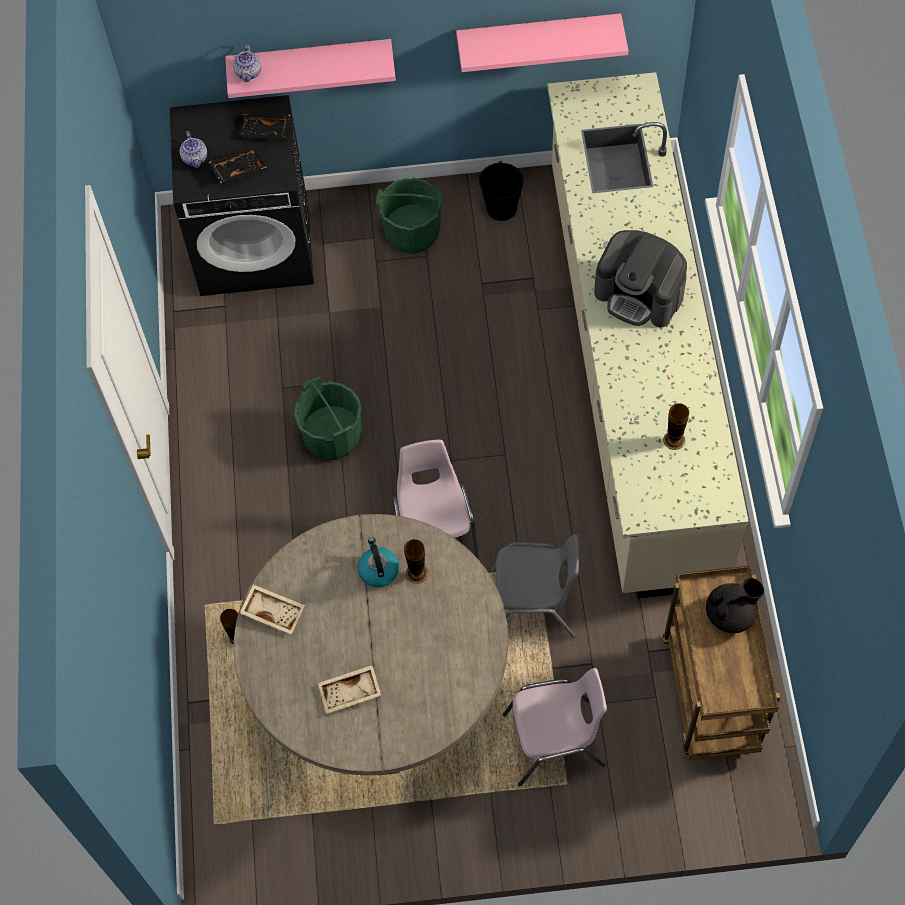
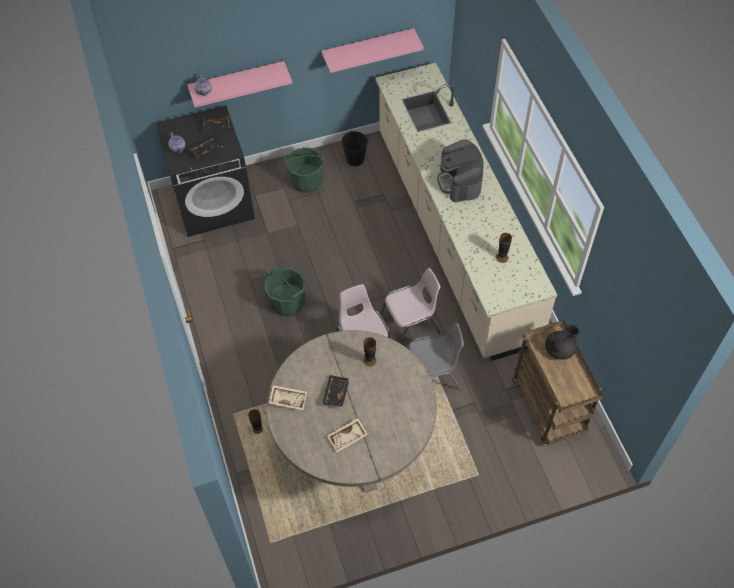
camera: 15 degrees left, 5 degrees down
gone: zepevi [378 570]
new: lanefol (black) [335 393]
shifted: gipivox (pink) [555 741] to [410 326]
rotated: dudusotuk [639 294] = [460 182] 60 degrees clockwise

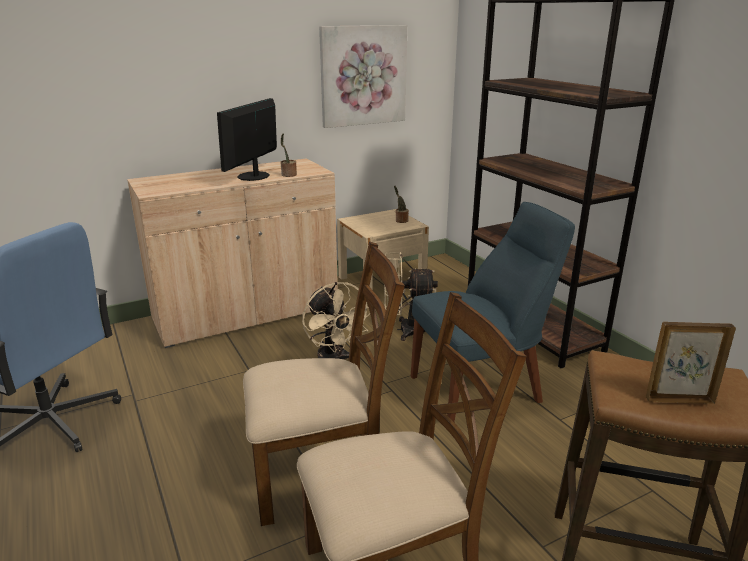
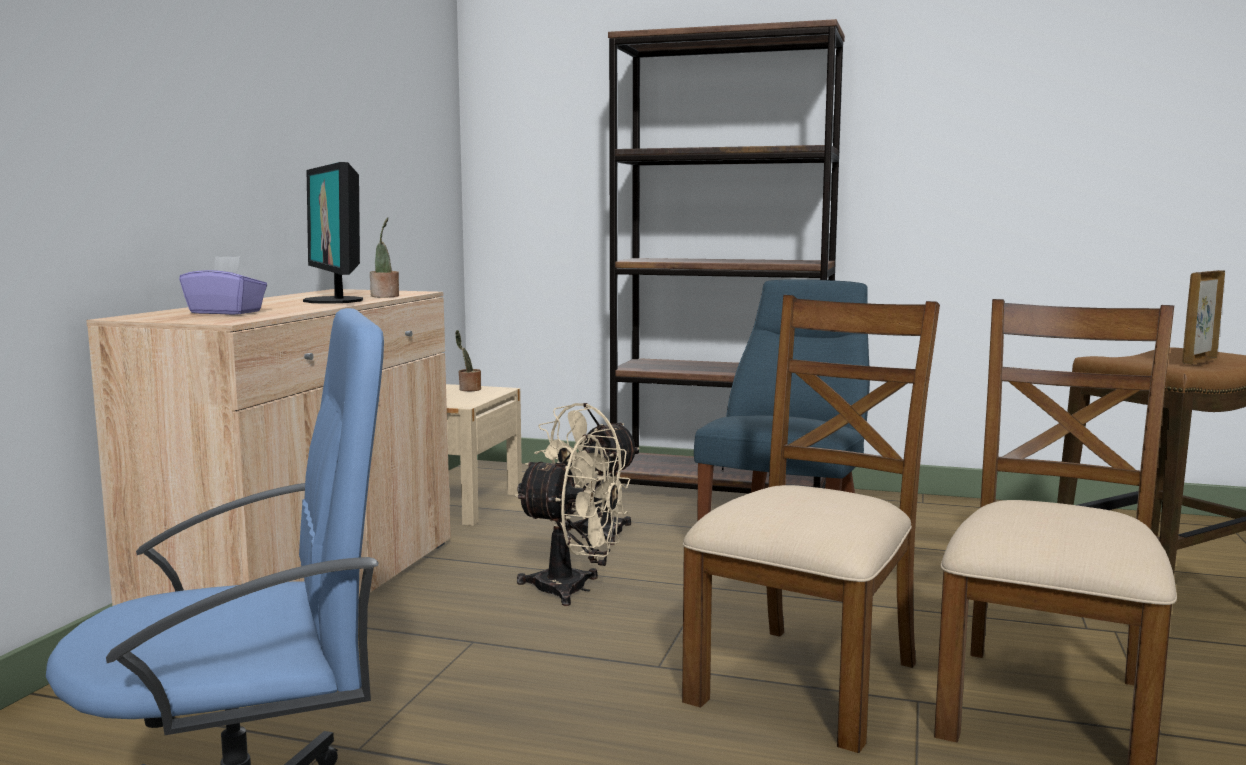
camera: 45 degrees left, 15 degrees down
gone: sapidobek [363 76]
new: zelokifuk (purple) [226 312]

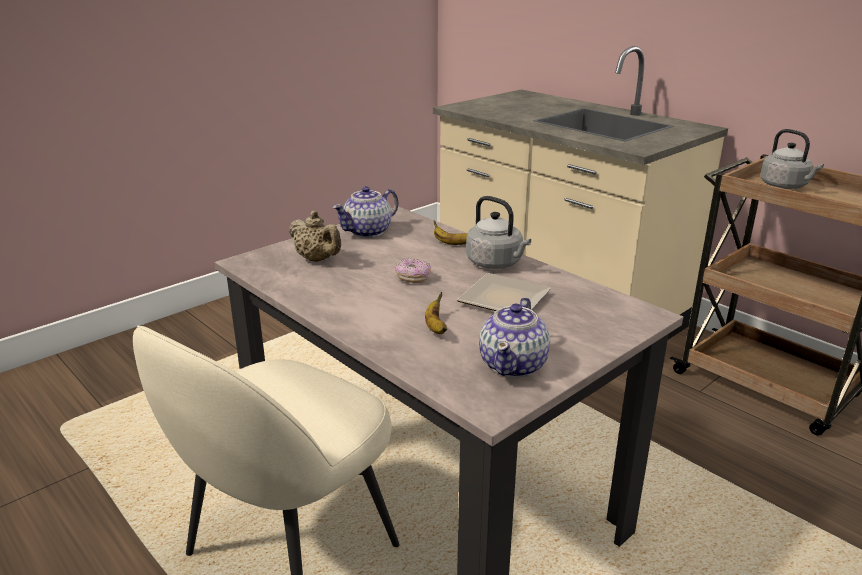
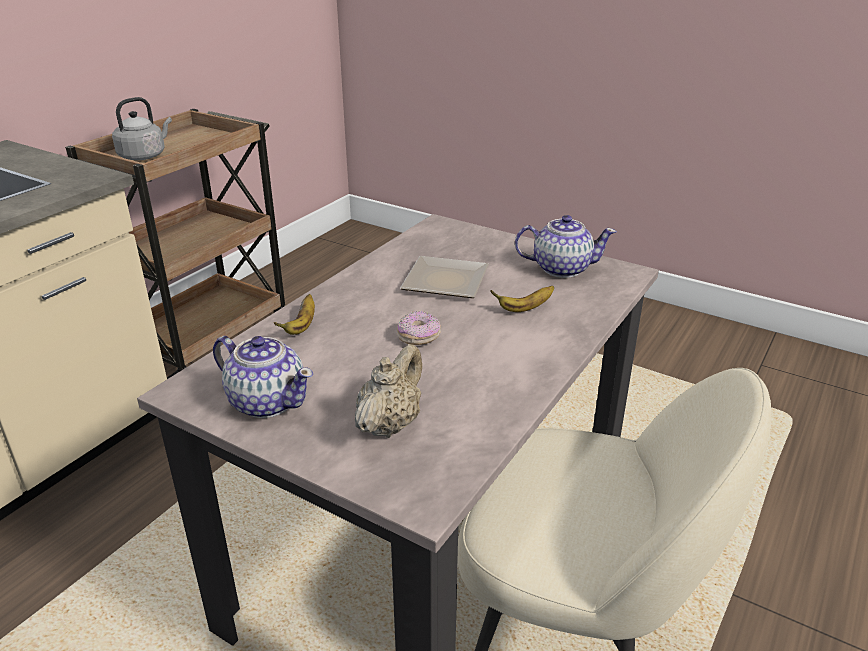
camera: 105 degrees left, 5 degrees up
gone: zepevi (grey) [496 263]

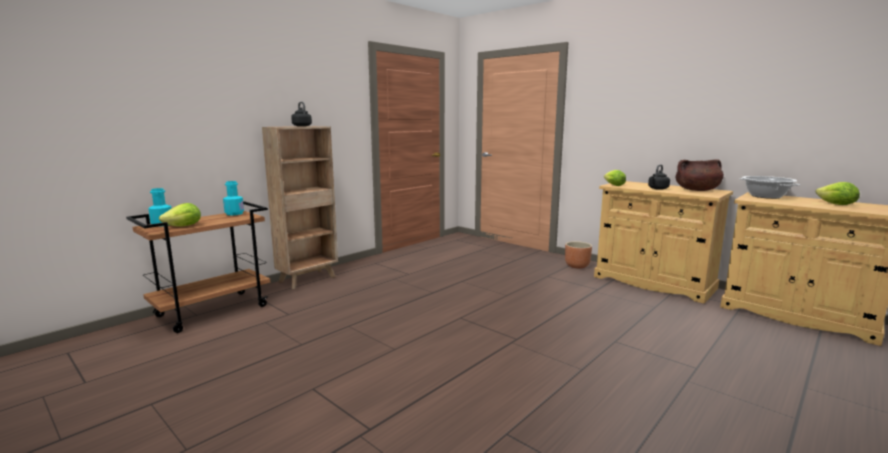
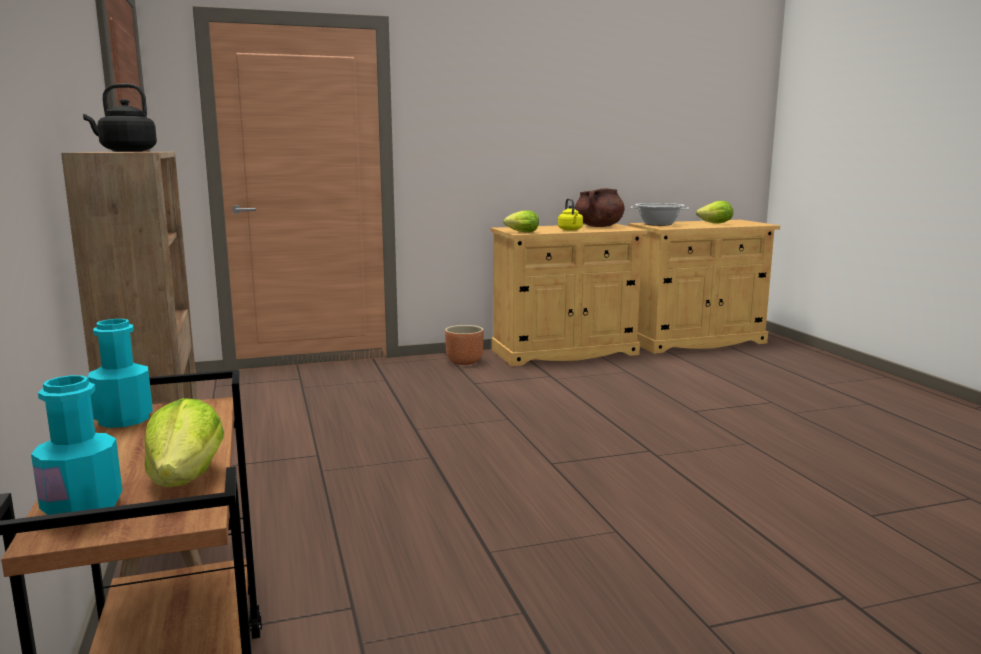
camera: 60 degrees left, 0 degrees up
repainted: zepevi (black) [657 189] to zepevi (yellow) [570 230]

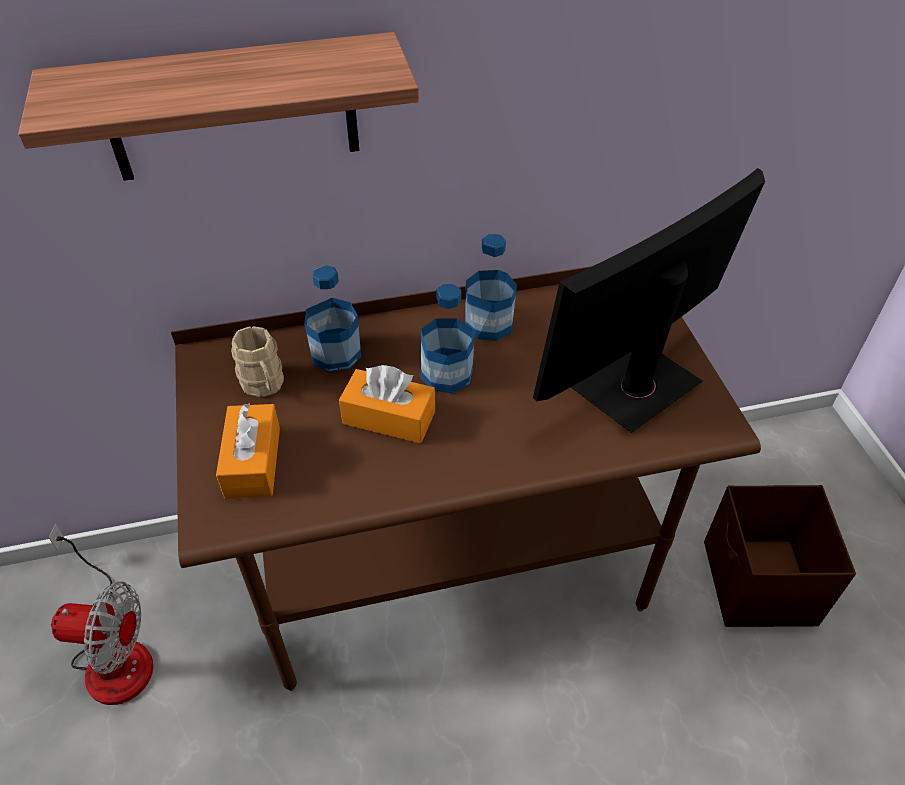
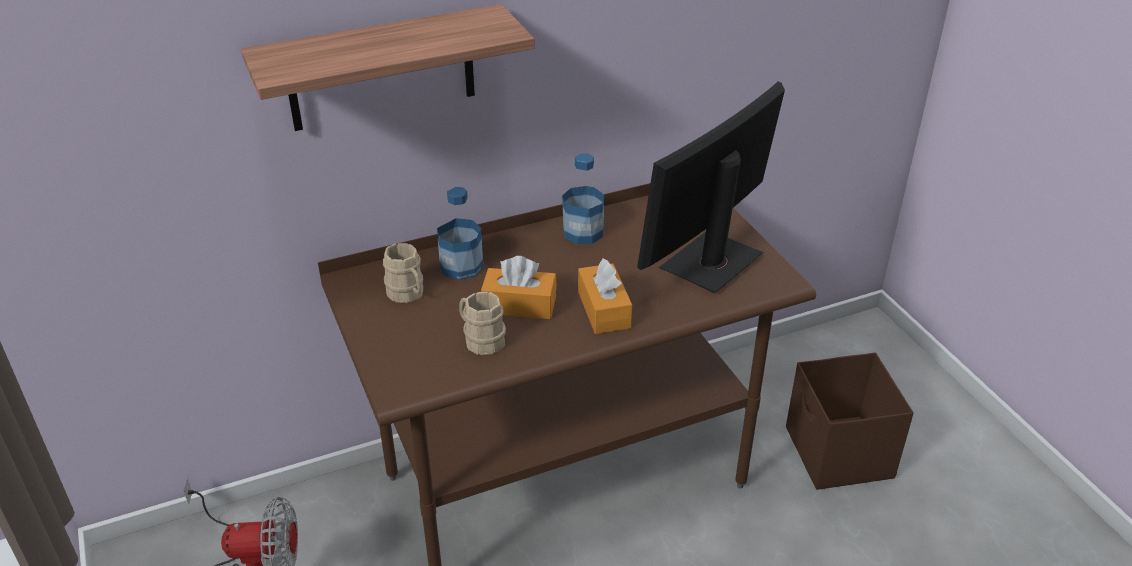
camera: 10 degrees left, 10 degrees down
gone: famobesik [446 374]
new: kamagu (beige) [480 340]
shifted: zelokifuk (orange) [253 462] to [604 309]

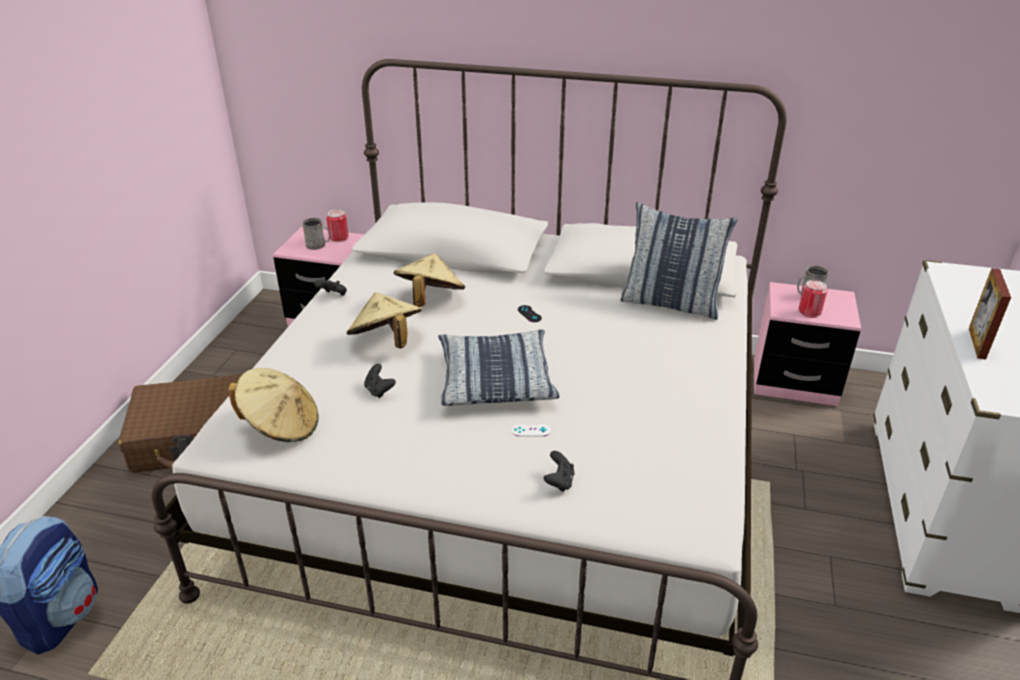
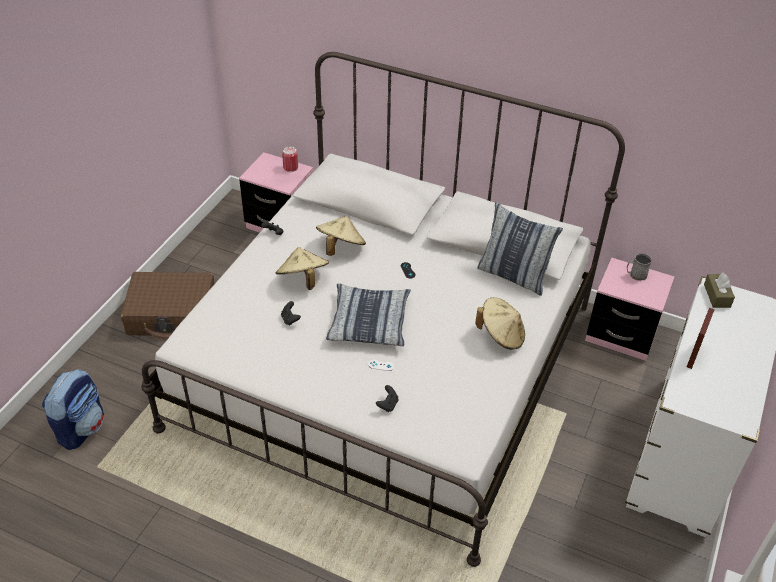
camera: 10 degrees right, 10 degrees up
gone: kamagu (grey) [318 245]; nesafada [809 312]
new: zelokifuk (brown) [717 296]
shifted: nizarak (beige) [281 426] to [501 335]

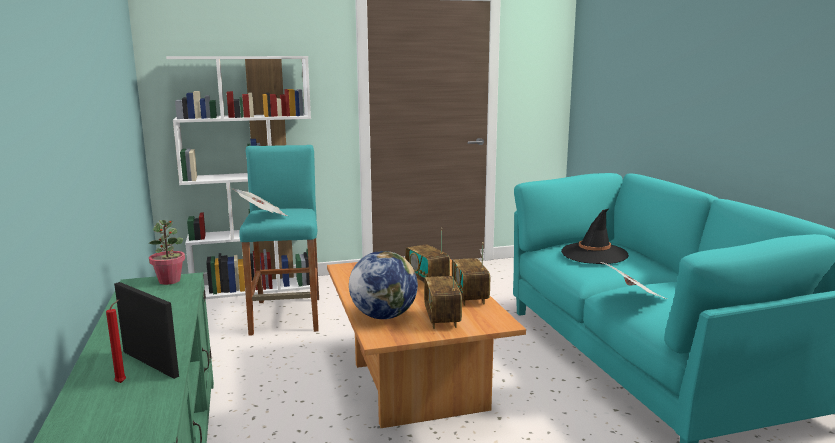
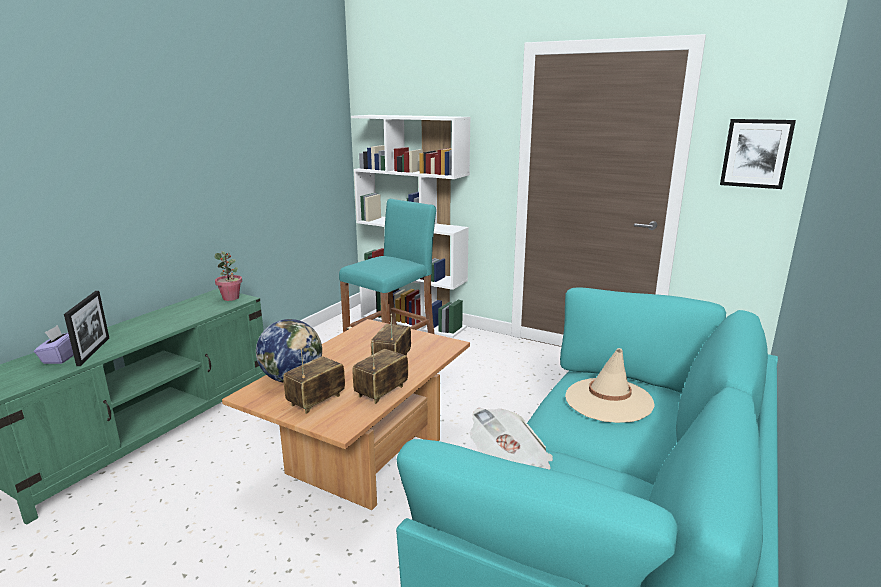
camera: 45 degrees right, 5 degrees up
gone: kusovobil [262 216]
new: sapidobek [756 153]
swapped: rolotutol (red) [122 382] to zelokifuk (purple) [62 357]
repainted: nizarak (black) [594 254] to nizarak (beige) [608 400]

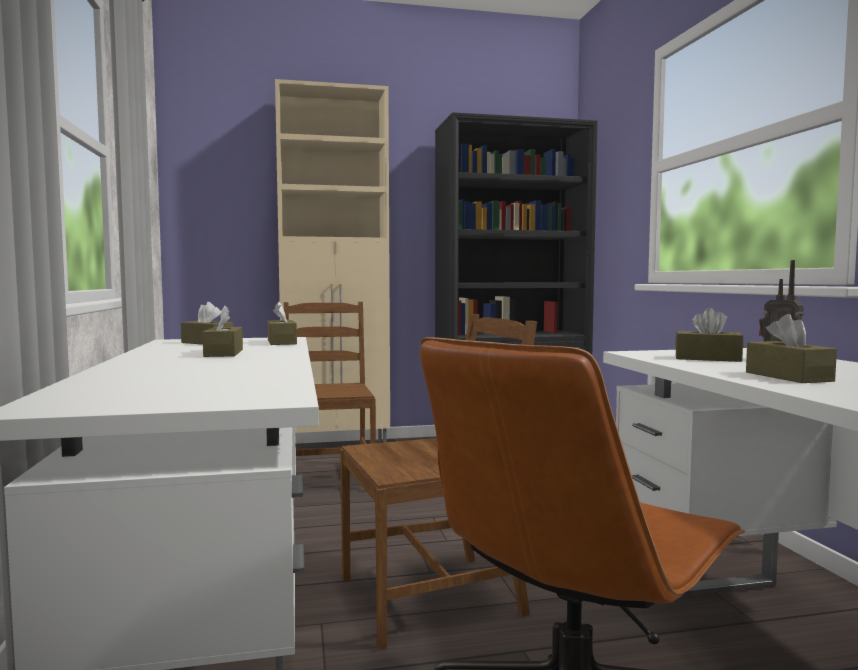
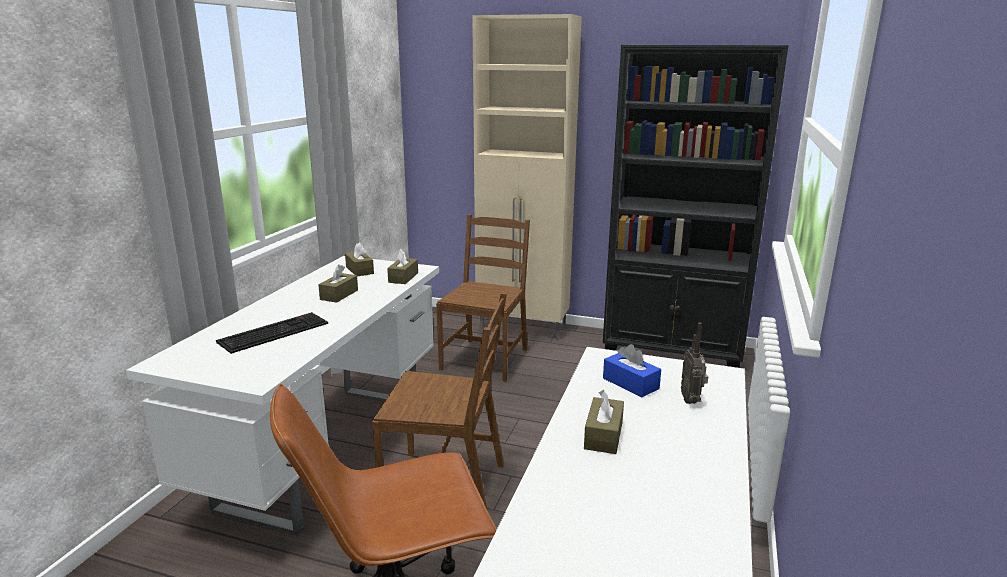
camera: 30 degrees right, 15 degrees up
new: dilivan [274 332]
repainted: zelokifuk (brown) [707 358] to zelokifuk (blue) [630 383]

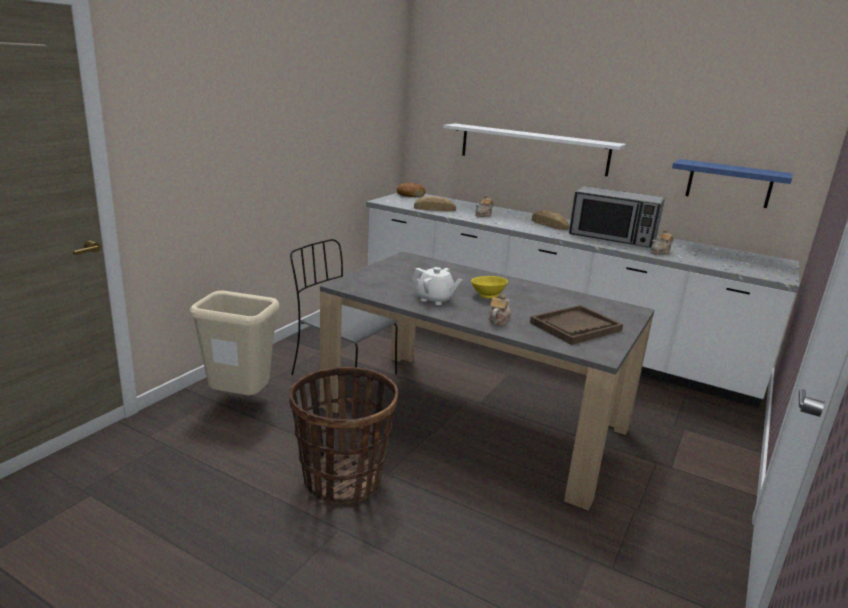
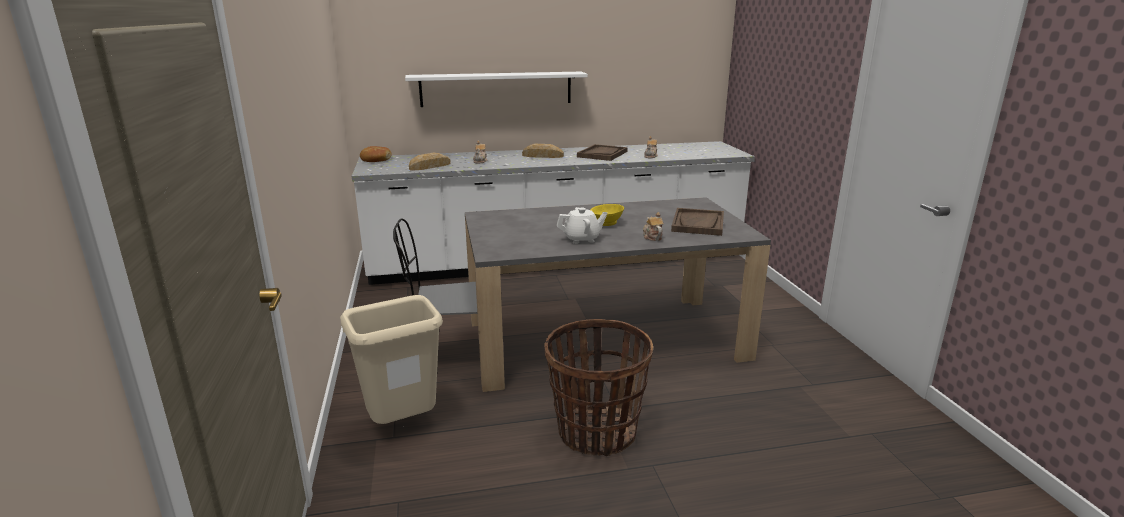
camera: 40 degrees left, 0 degrees up
gone: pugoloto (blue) [729 183]
swapped: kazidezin [612 237] to lanefol (brown) [602 154]

